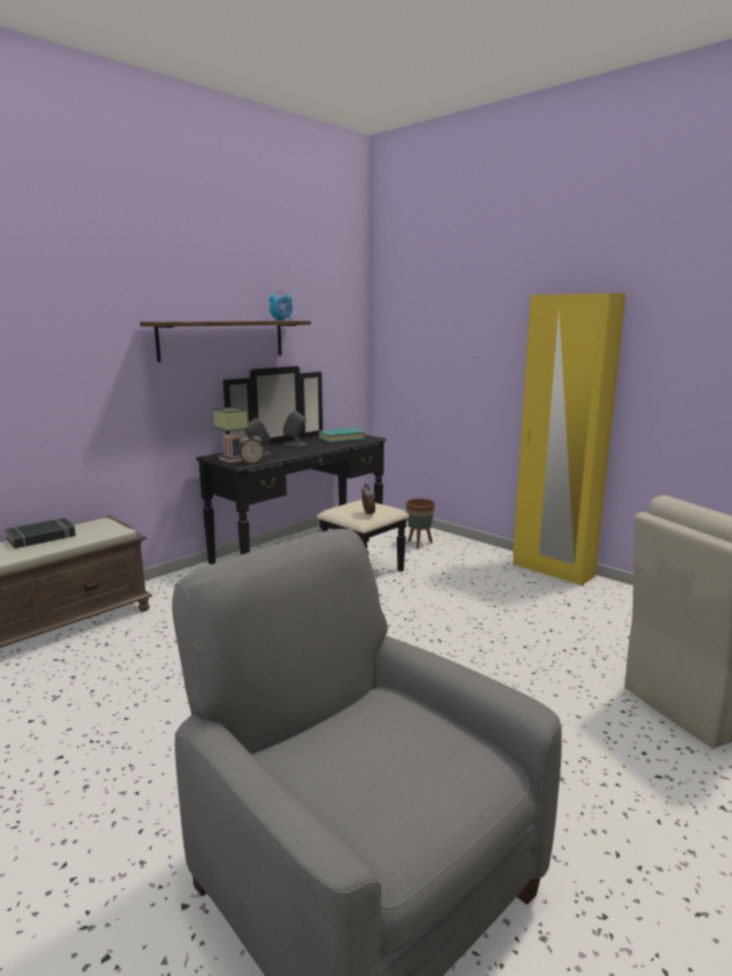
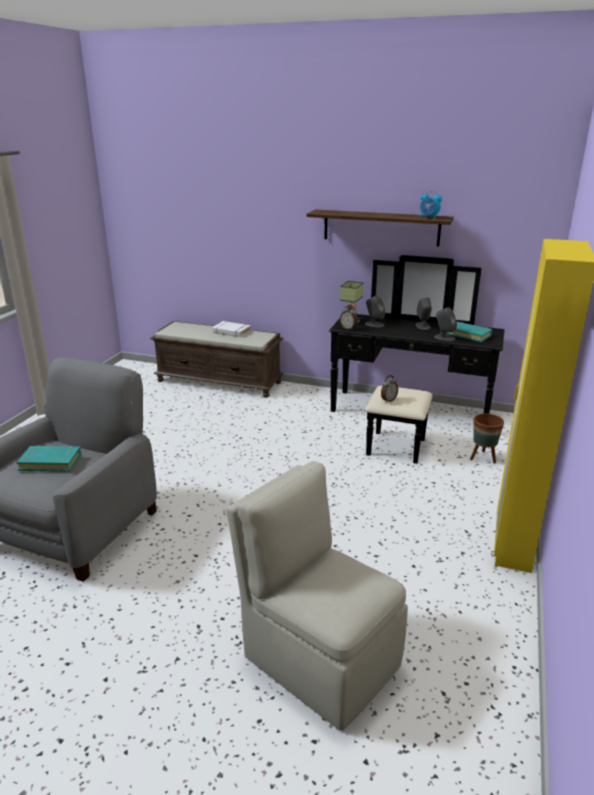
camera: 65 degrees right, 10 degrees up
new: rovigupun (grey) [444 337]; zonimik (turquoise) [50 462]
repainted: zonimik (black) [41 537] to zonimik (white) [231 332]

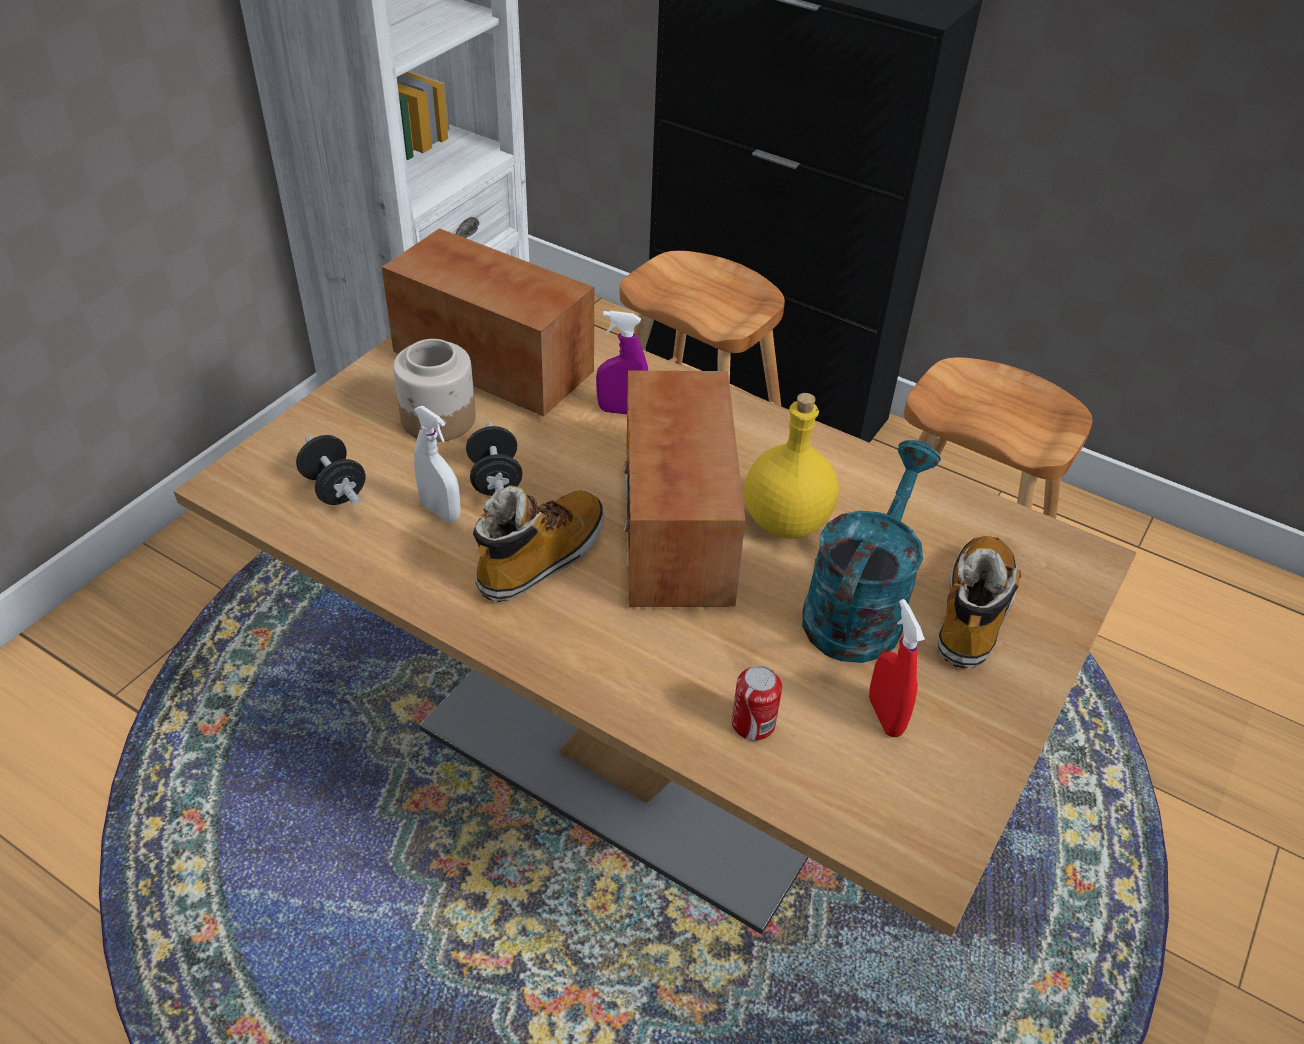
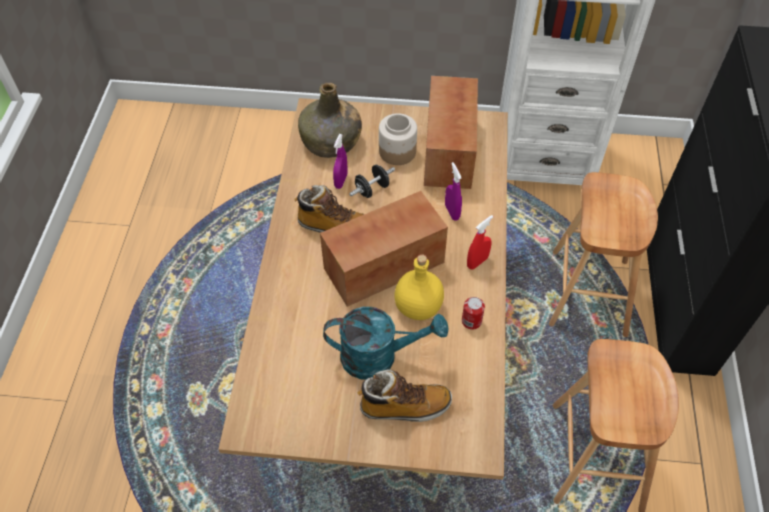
camera: 65 degrees right, 10 degrees up
shifted: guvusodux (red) [885 716] to [477 262]; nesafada [753 723] to [471 321]
swapped: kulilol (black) [334 489] to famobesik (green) [331 142]
repainted: guvusodux (white) [440 511] to guvusodux (purple) [341 181]

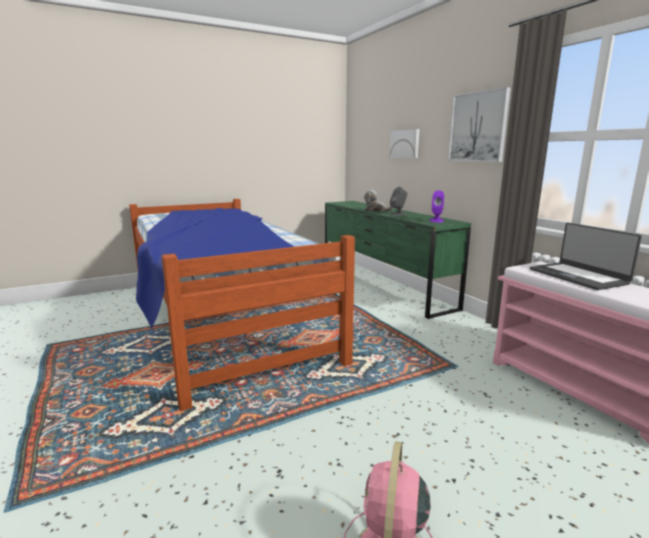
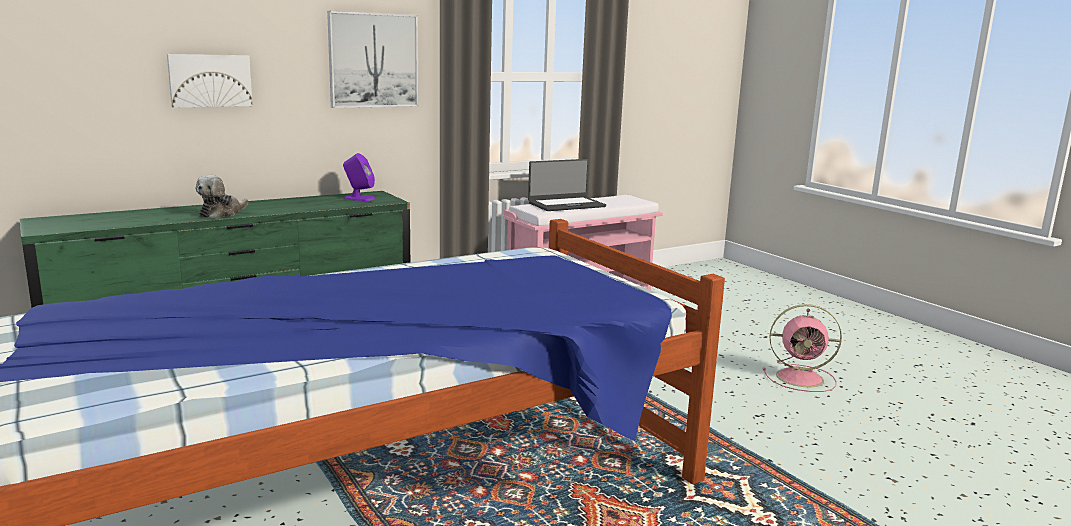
camera: 95 degrees left, 0 degrees up
gone: rovigupun (grey) [398 214]

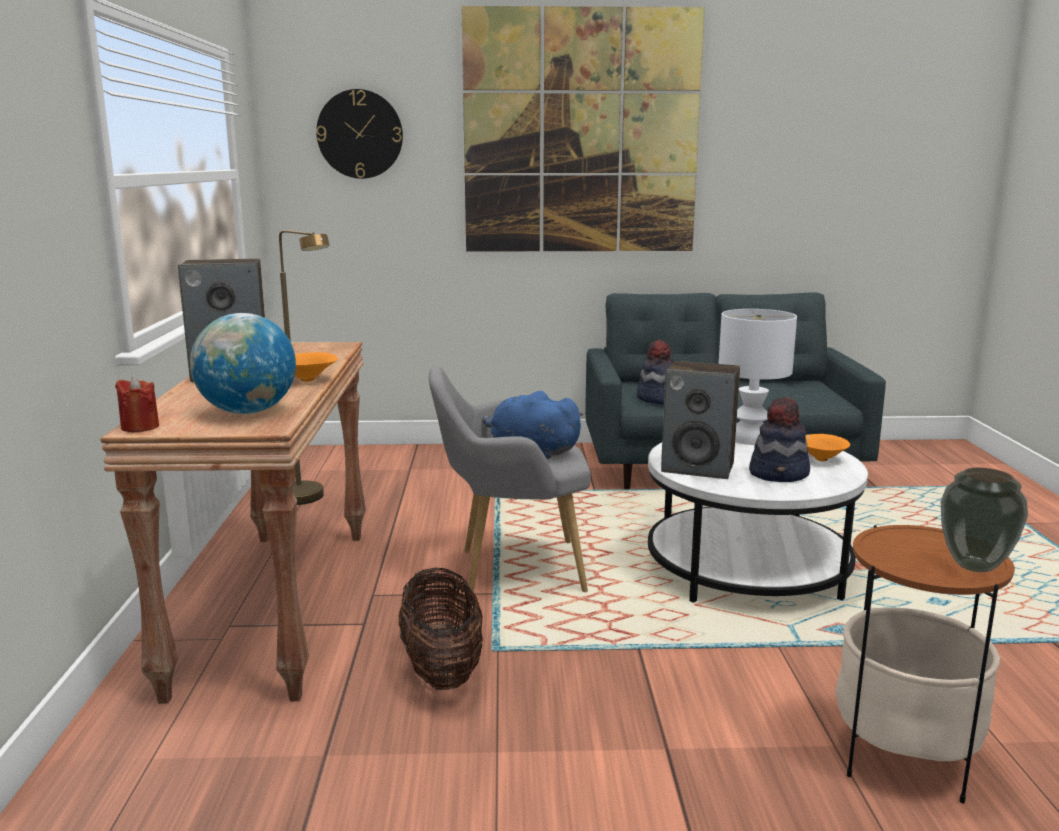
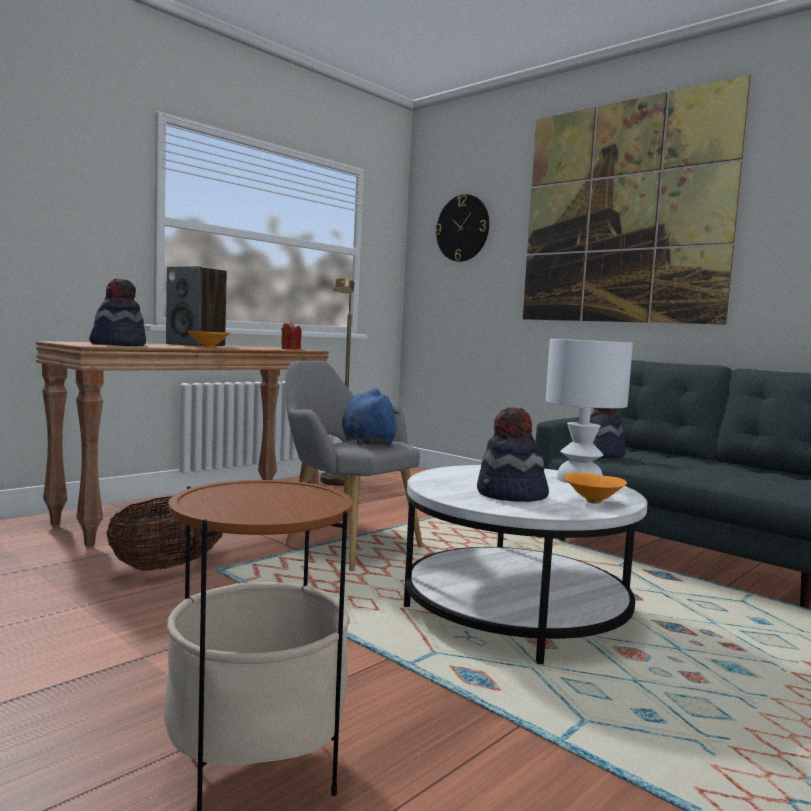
camera: 45 degrees right, 10 degrees down
gone: rovigupun [698 468]; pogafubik [976 566]
shifted: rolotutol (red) [140 427] to [290 349]
swapped: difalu [247 412] to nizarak [118 345]

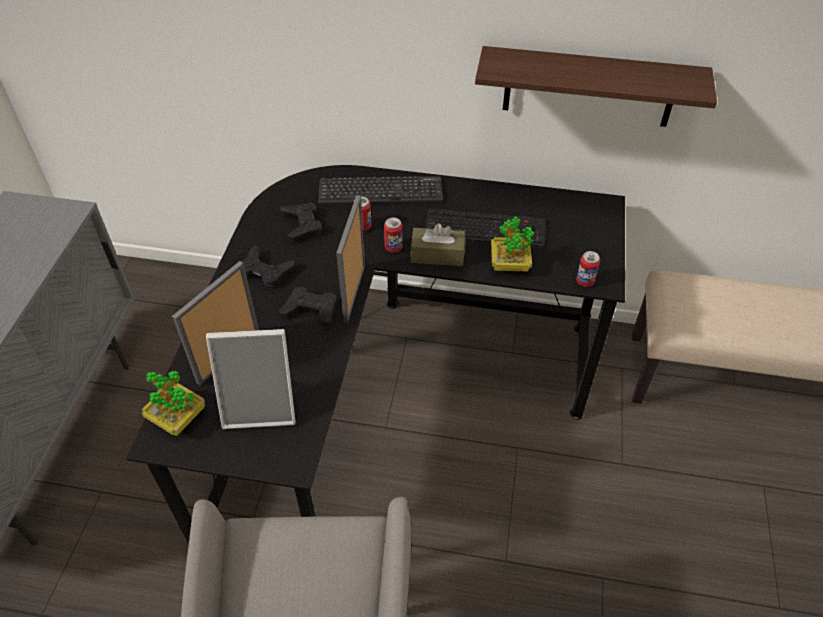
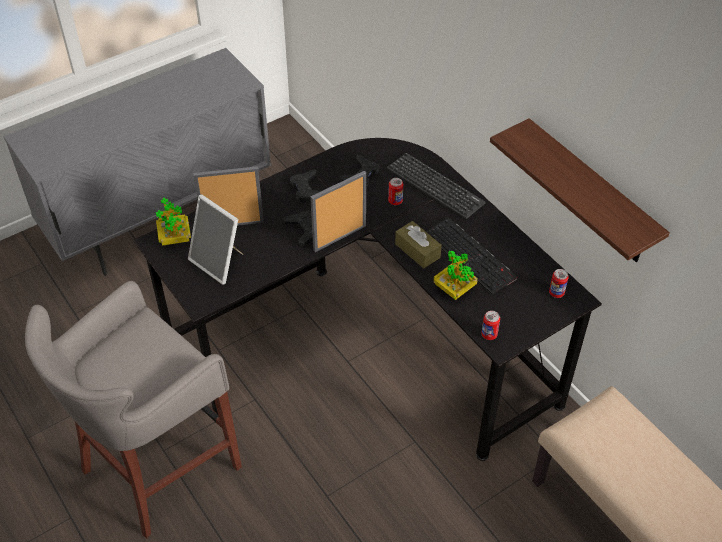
camera: 45 degrees right, 0 degrees up
shifted: nesafada [393 247] to [556 293]

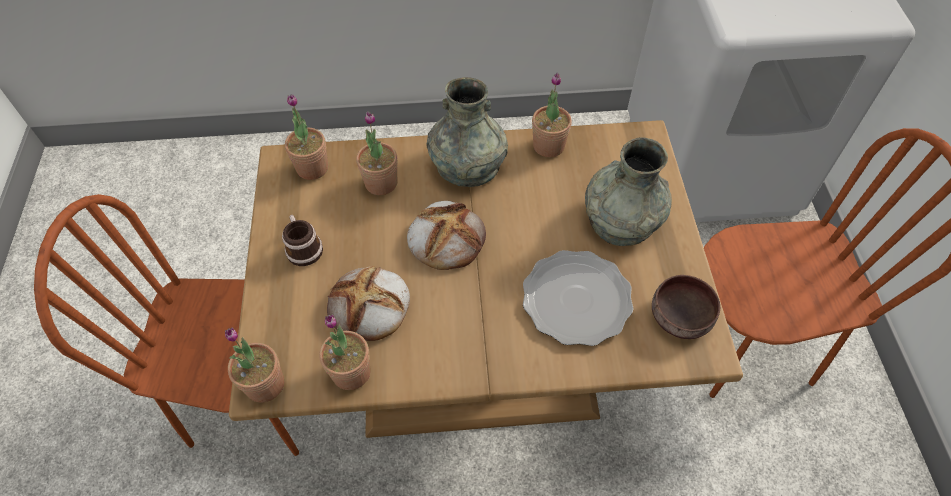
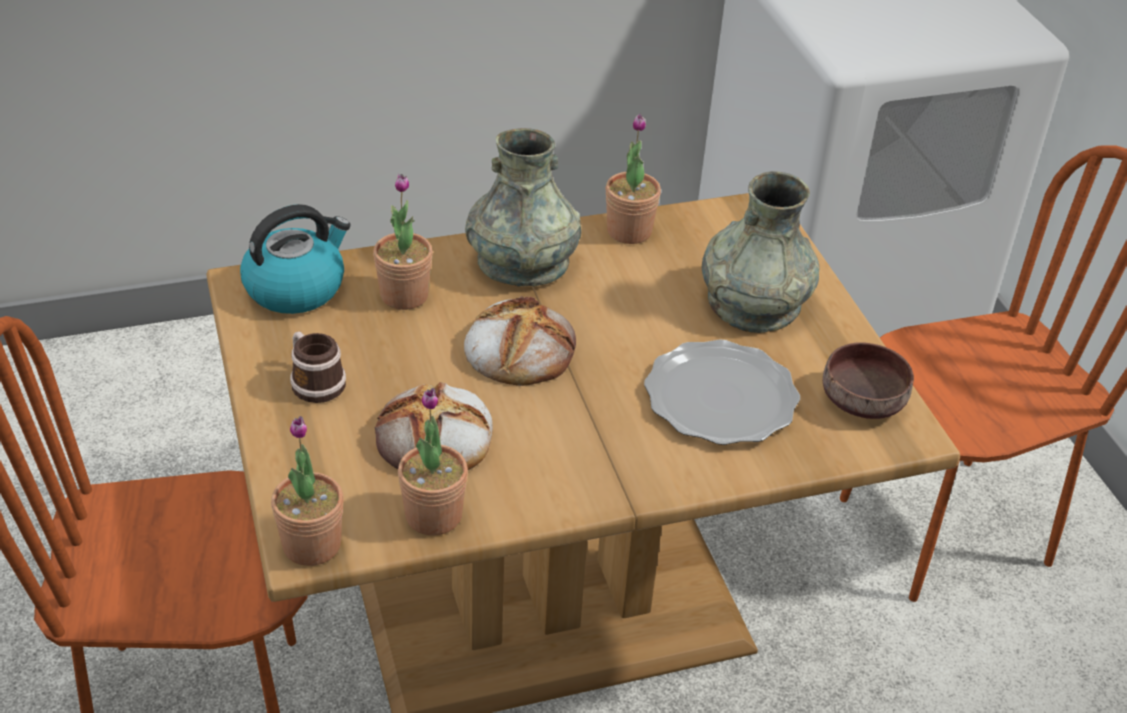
camera: 15 degrees left, 15 degrees down
swapped: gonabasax [312 168] to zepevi [296 287]

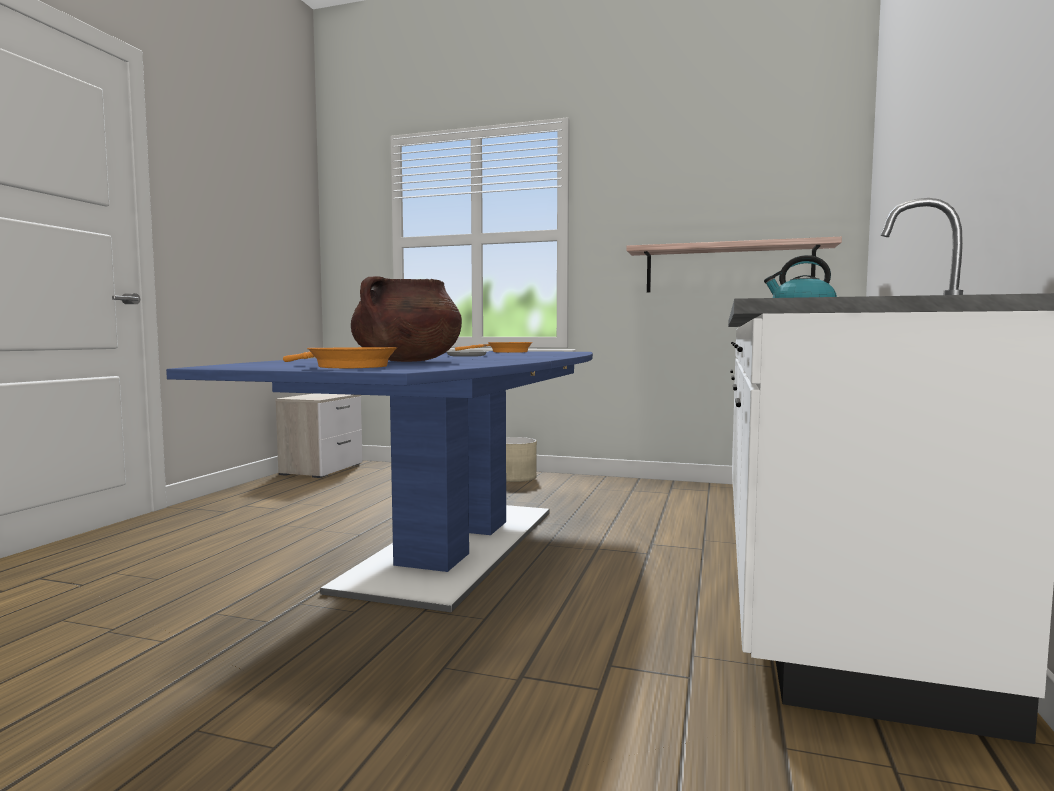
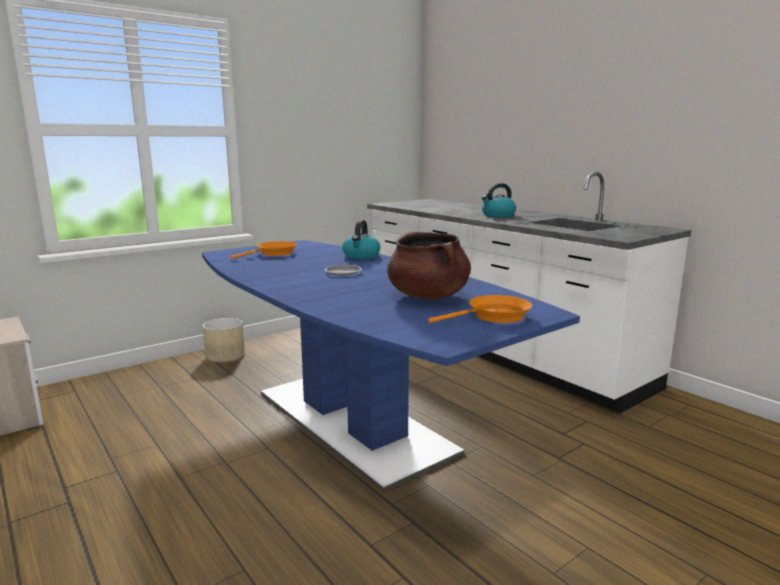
camera: 55 degrees left, 10 degrees up
gone: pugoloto [728 268]
new: zepevi [361 256]

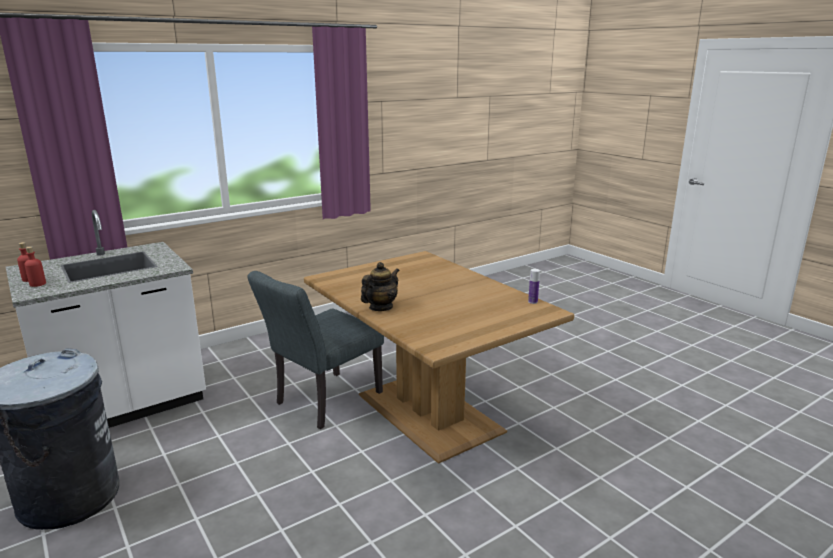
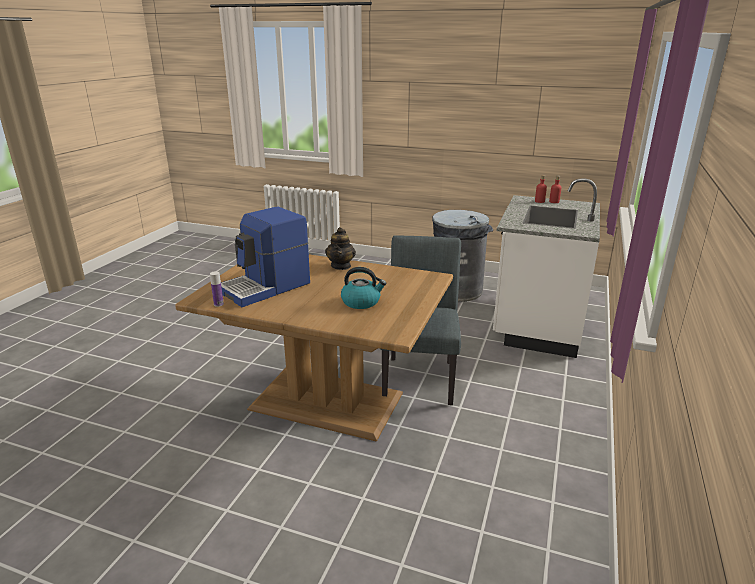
camera: 145 degrees right, 5 degrees up
new: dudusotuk [266 287]; zepevi [361 302]

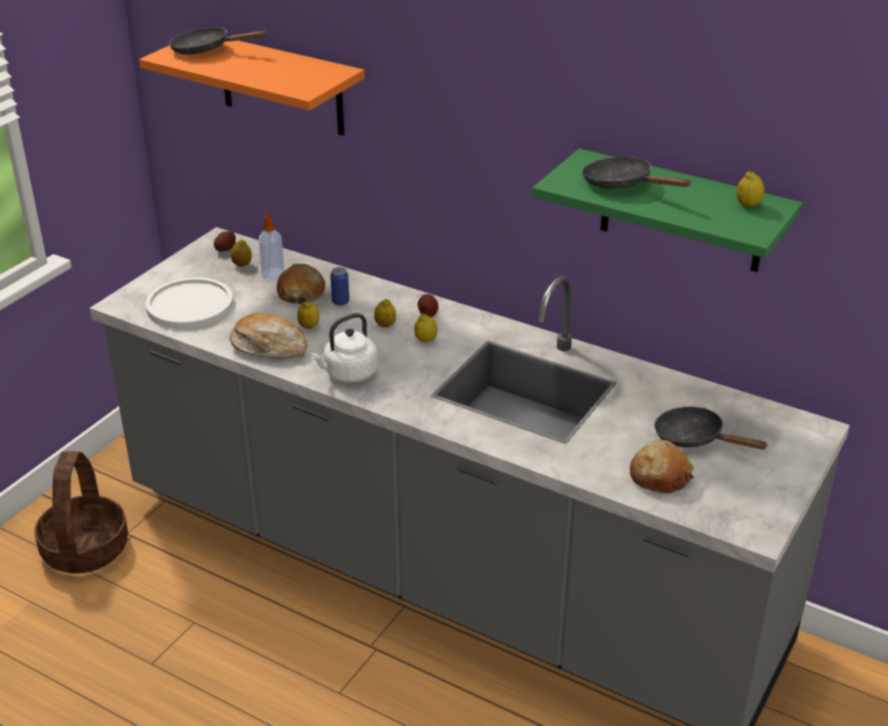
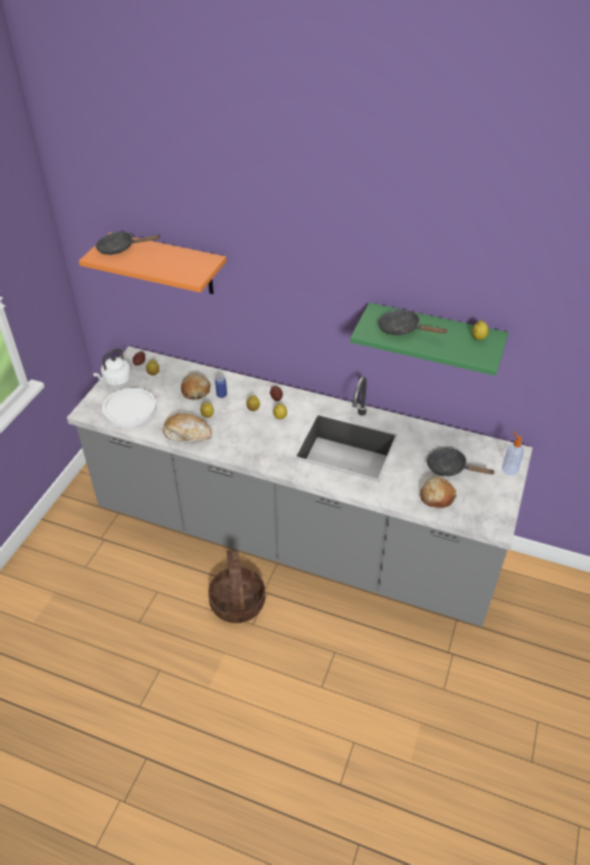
camera: 10 degrees left, 10 degrees up
shifted: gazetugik [272 273] to [509 469]; zepevi (white) [348 374] to [116 380]; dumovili [85 548] to [237 602]

